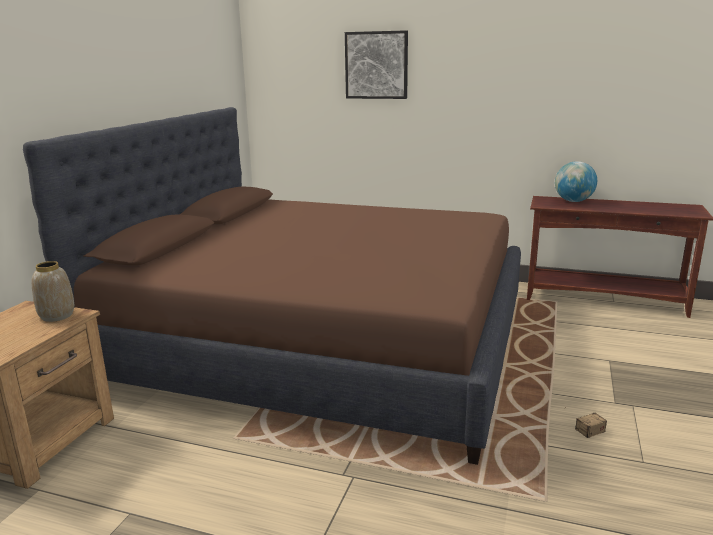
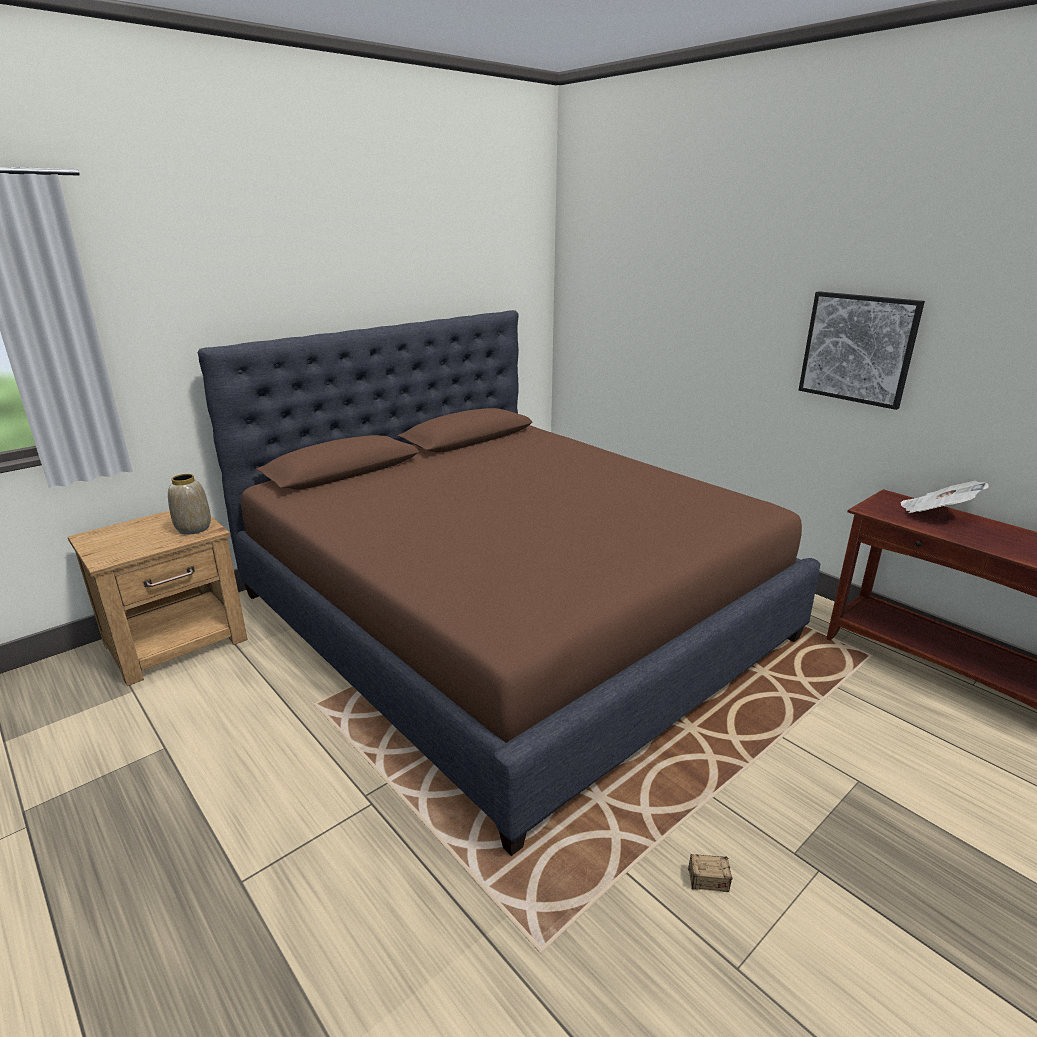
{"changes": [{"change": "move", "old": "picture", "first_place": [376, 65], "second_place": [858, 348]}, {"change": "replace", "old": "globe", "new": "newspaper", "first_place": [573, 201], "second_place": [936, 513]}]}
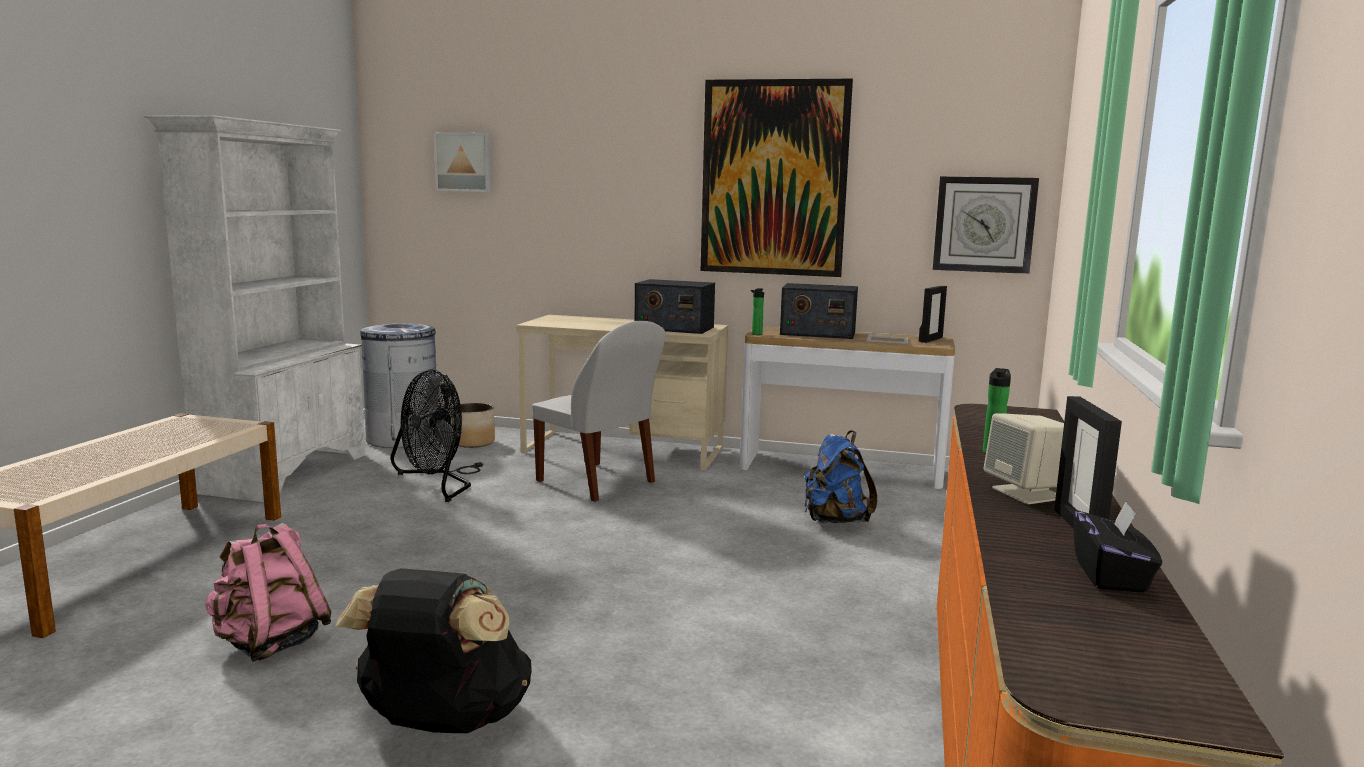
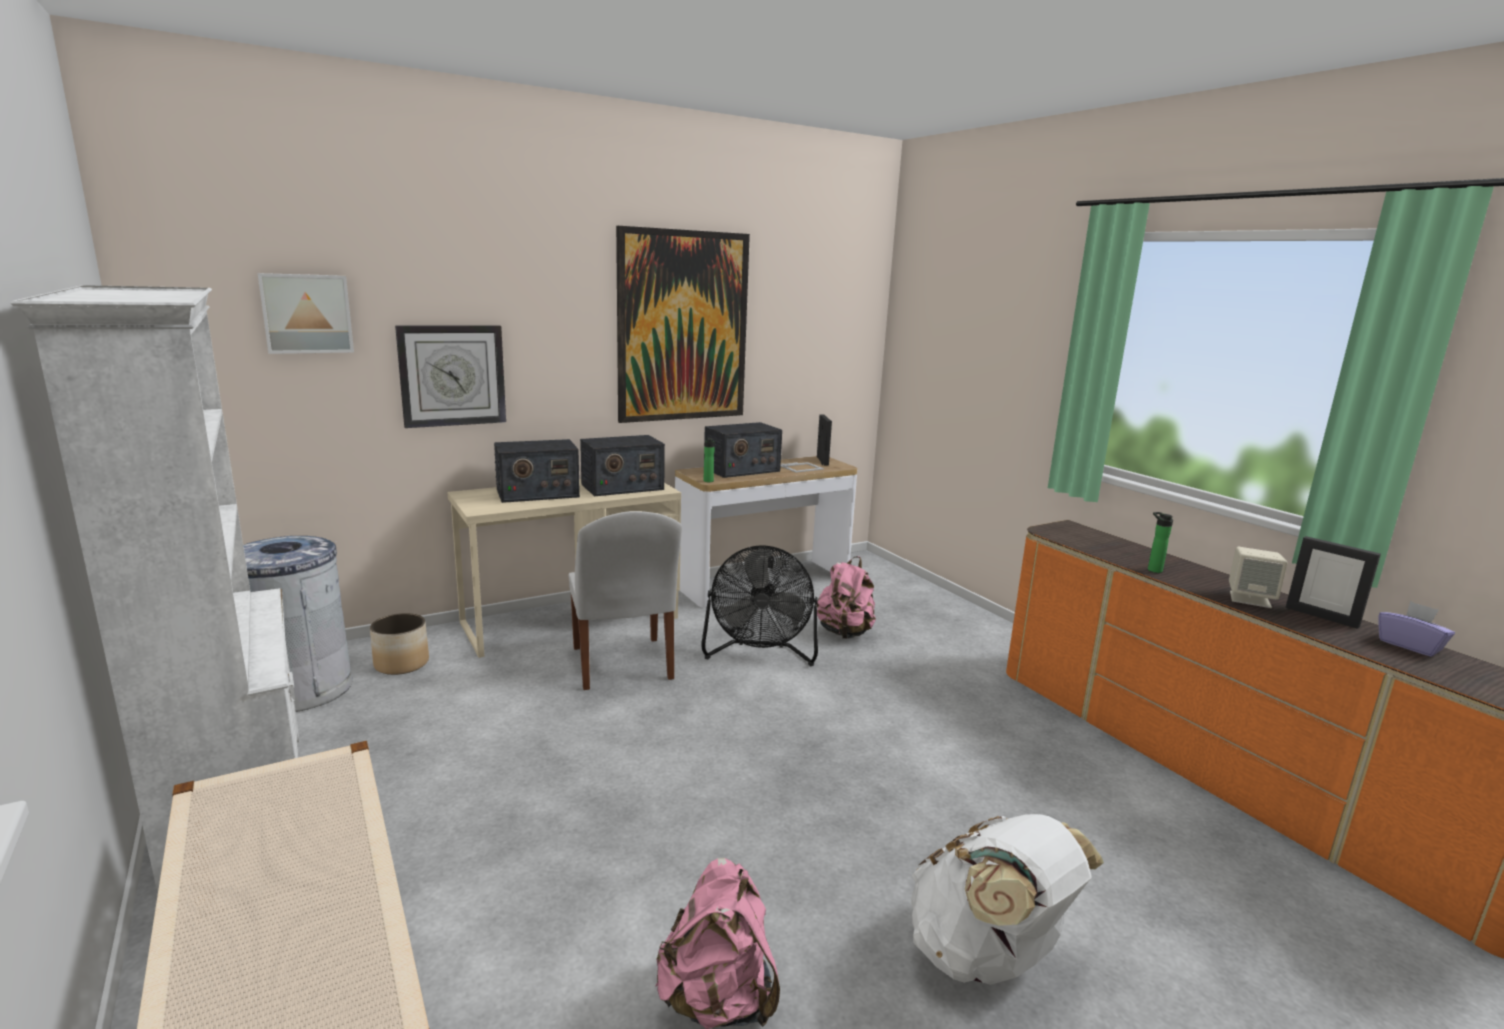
{"changes": [{"change": "move", "old": "wall clock", "first_place": [984, 224], "second_place": [452, 375]}, {"change": "rotate", "old": "chair (white)", "first_place": [598, 483], "second_place": [622, 665], "degrees": 75}, {"change": "move", "old": "fan (black)", "first_place": [441, 482], "second_place": [756, 651]}, {"change": "recolor", "old": "backpack (blue)", "new": "backpack (pink)", "first_place": [834, 521], "second_place": [845, 633]}, {"change": "recolor", "old": "tissue box (black)", "new": "tissue box (purple)", "first_place": [1111, 576], "second_place": [1409, 645]}, {"change": "recolor", "old": "backpack (black)", "new": "backpack (white)", "first_place": [442, 723], "second_place": [986, 956]}, {"change": "insert", "new": "radio", "second_place": [537, 493]}]}
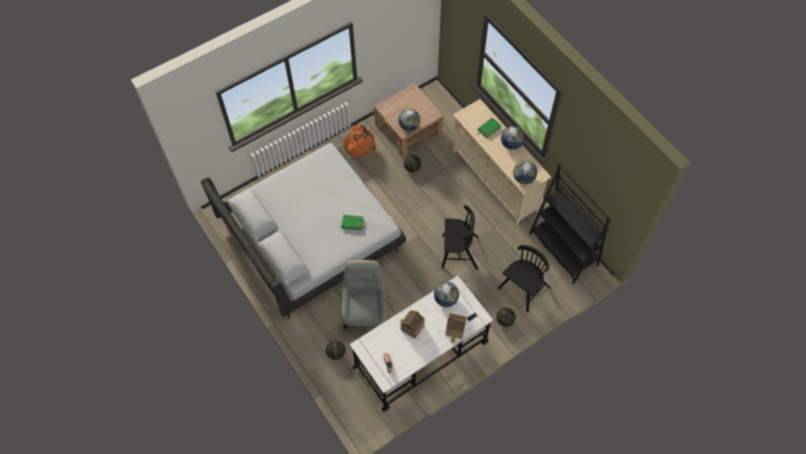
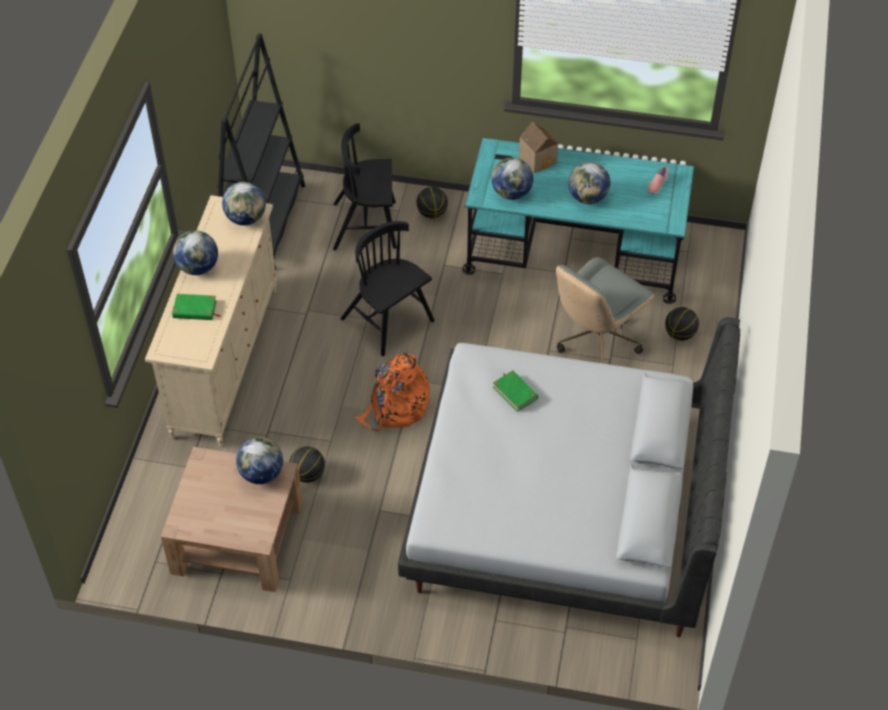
{"changes": [{"change": "move", "old": "backpack (orange)", "first_place": [359, 144], "second_place": [395, 407]}, {"change": "recolor", "old": "desk (white)", "new": "desk (turquoise)", "first_place": [421, 354], "second_place": [573, 255]}, {"change": "replace", "old": "toy house", "new": "globe", "first_place": [411, 327], "second_place": [588, 198]}]}
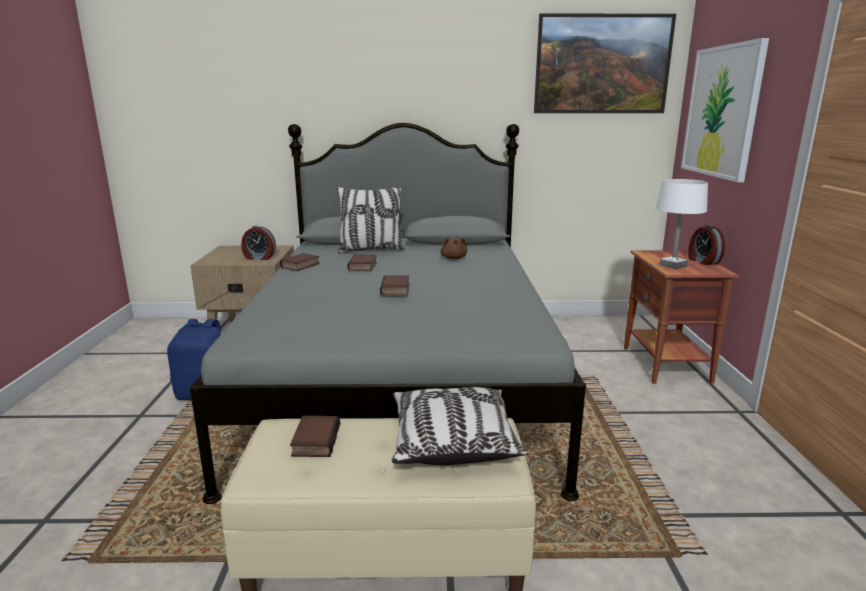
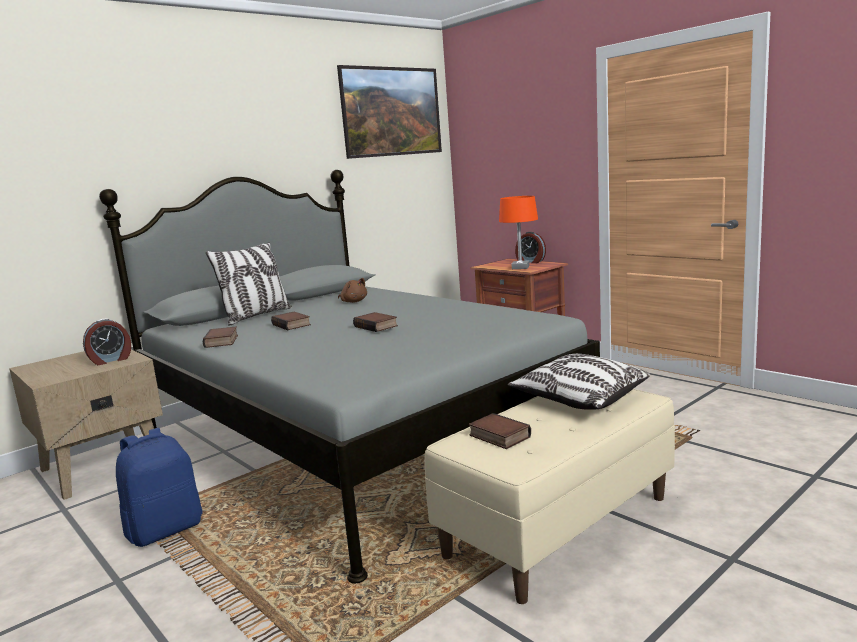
{"changes": [{"change": "delete", "old": "picture", "first_place": [722, 112]}, {"change": "recolor", "old": "table lamp (white)", "new": "table lamp (orange)", "first_place": [673, 265], "second_place": [520, 267]}]}
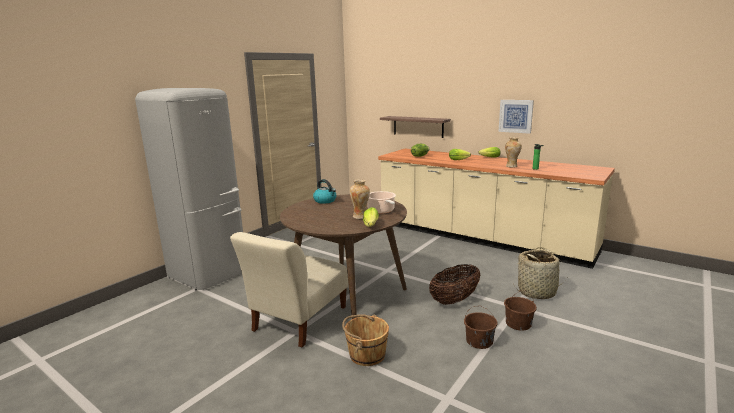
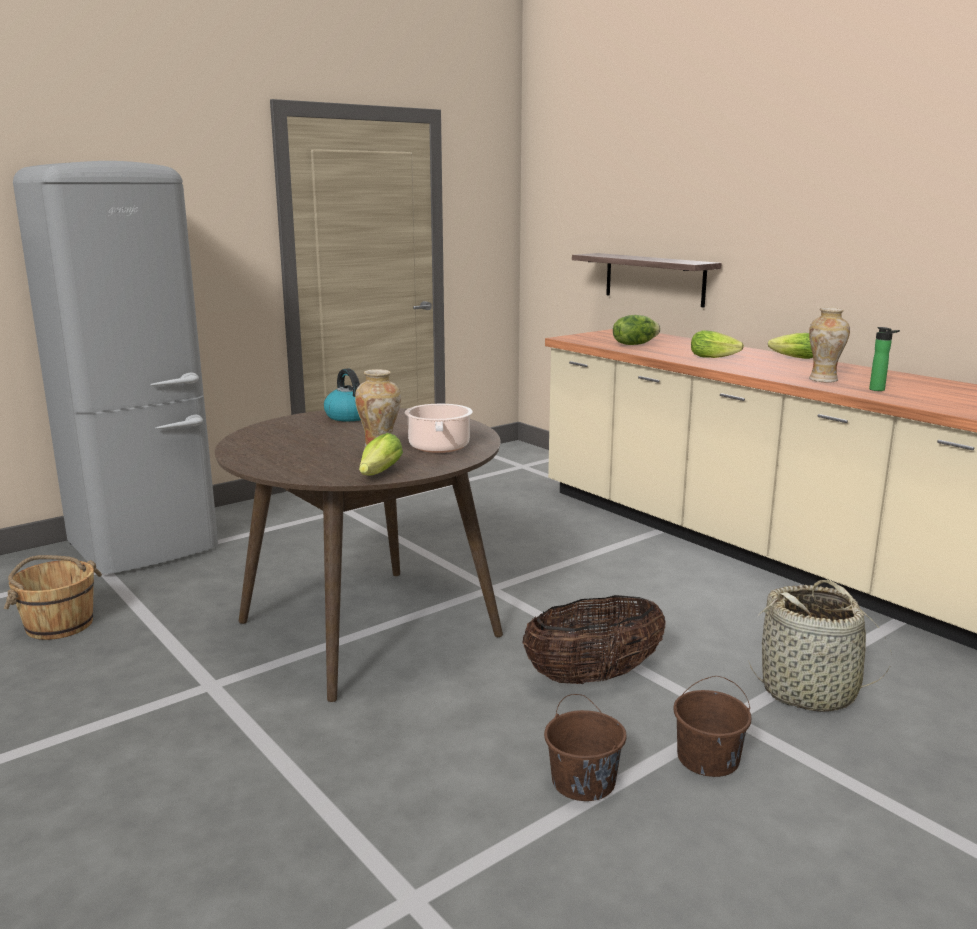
{"changes": [{"change": "delete", "old": "picture", "first_place": [515, 116]}, {"change": "delete", "old": "chair (beige)", "first_place": [298, 321]}, {"change": "move", "old": "bucket (brown)", "first_place": [366, 354], "second_place": [59, 624]}]}
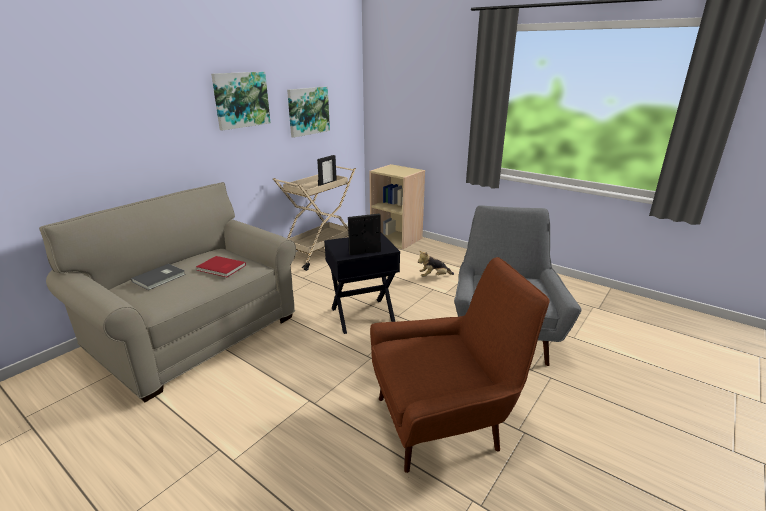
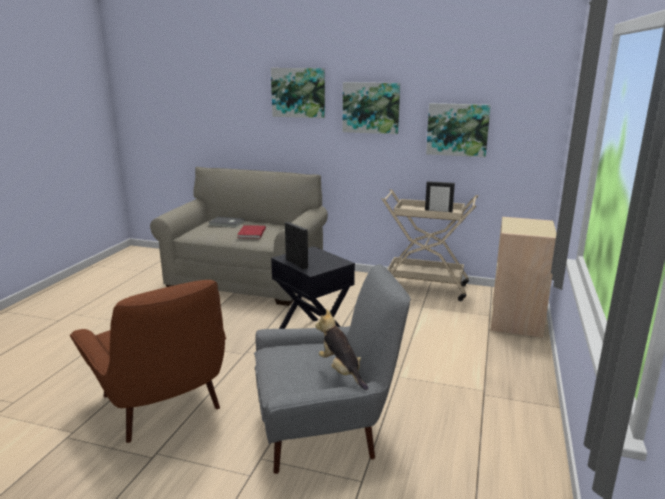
{"changes": [{"change": "move", "old": "plush toy", "first_place": [434, 277], "second_place": [341, 371]}, {"change": "insert", "new": "picture", "second_place": [298, 92]}]}
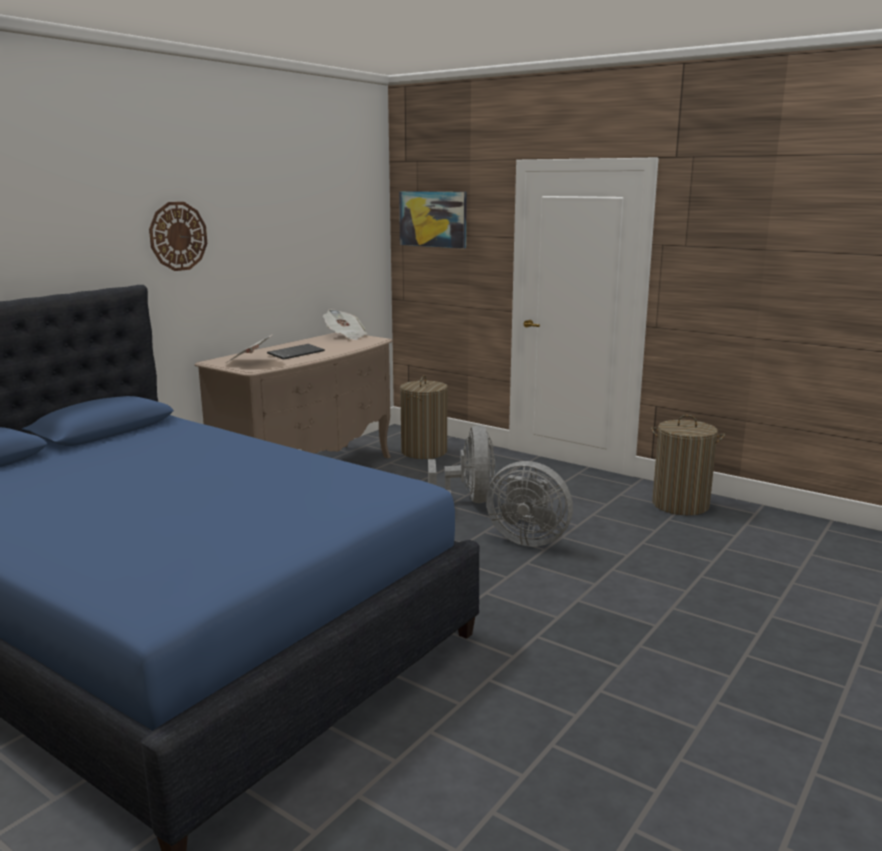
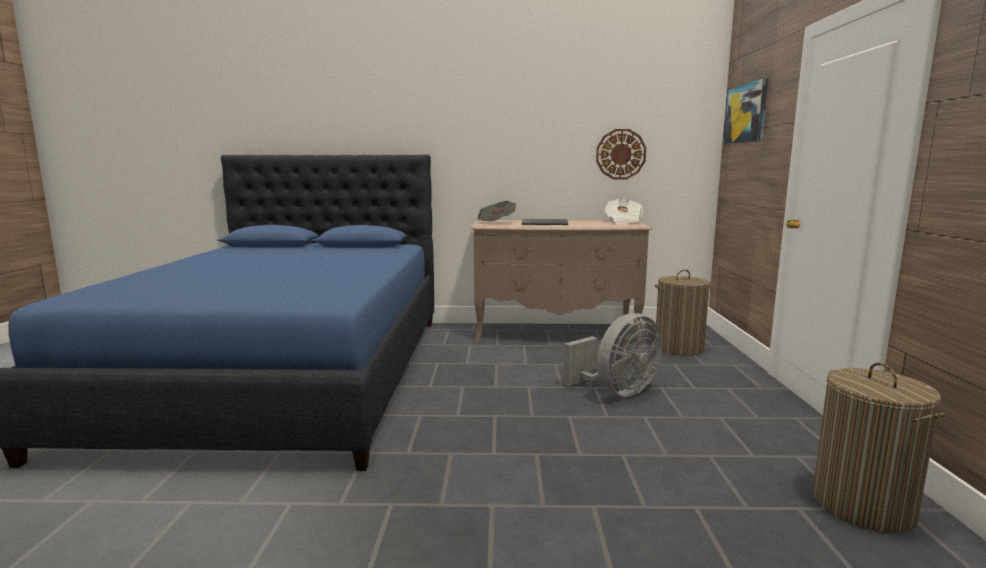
{"changes": [{"change": "move", "old": "wall clock", "first_place": [178, 236], "second_place": [620, 154]}, {"change": "delete", "old": "fan (grey)", "first_place": [527, 539]}]}
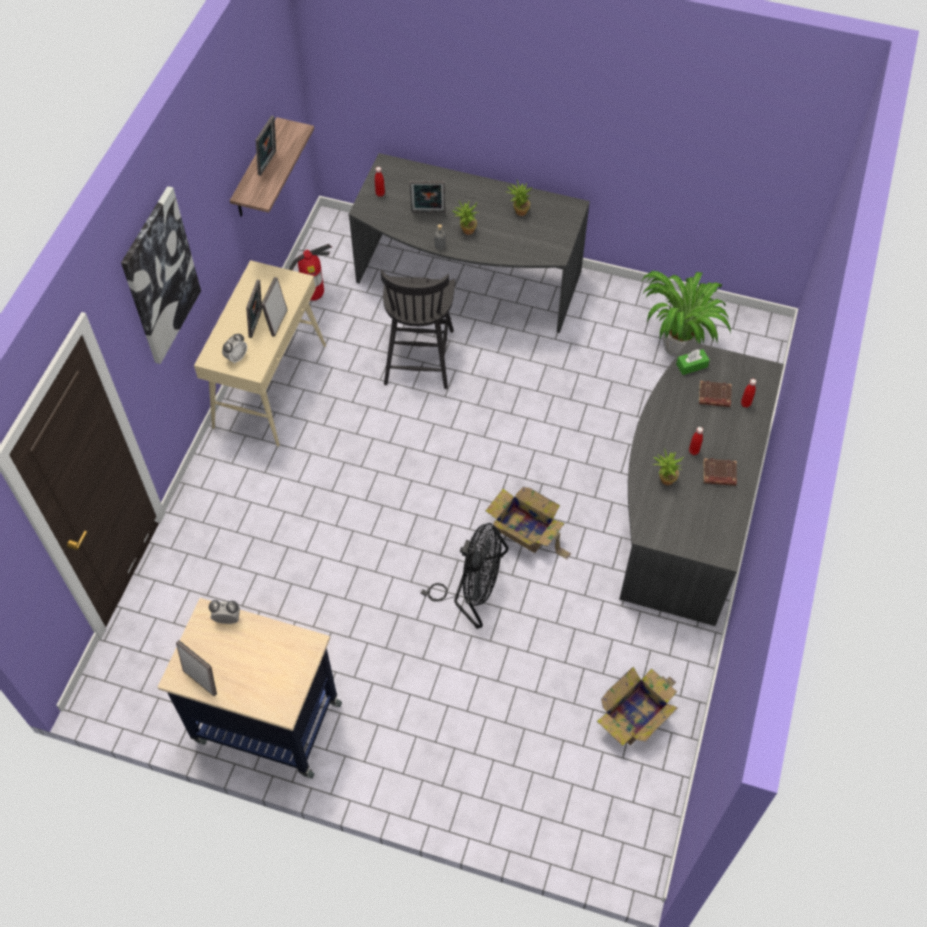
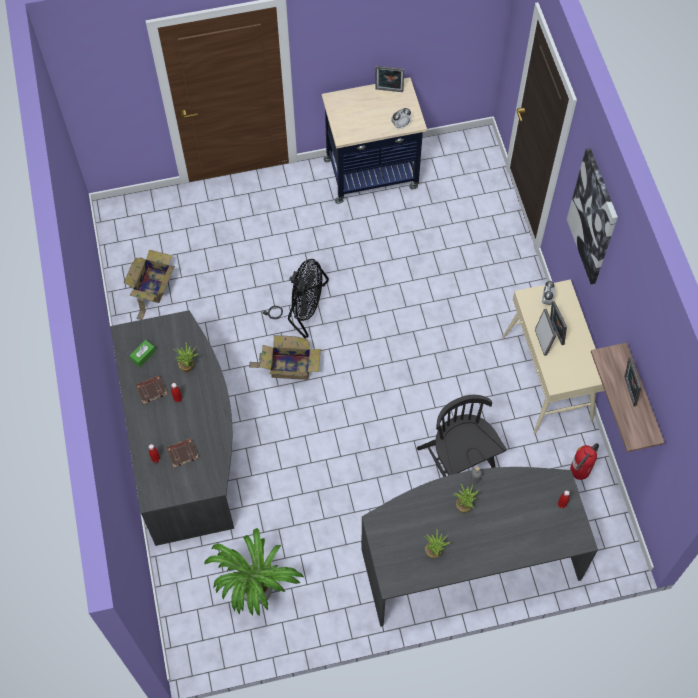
{"changes": [{"change": "delete", "old": "picture frame", "first_place": [428, 213]}, {"change": "move", "old": "tissue box (green)", "first_place": [691, 365], "second_place": [143, 355]}, {"change": "rotate", "old": "fan (black)", "first_place": [472, 589], "second_place": [301, 309], "degrees": -150}]}
